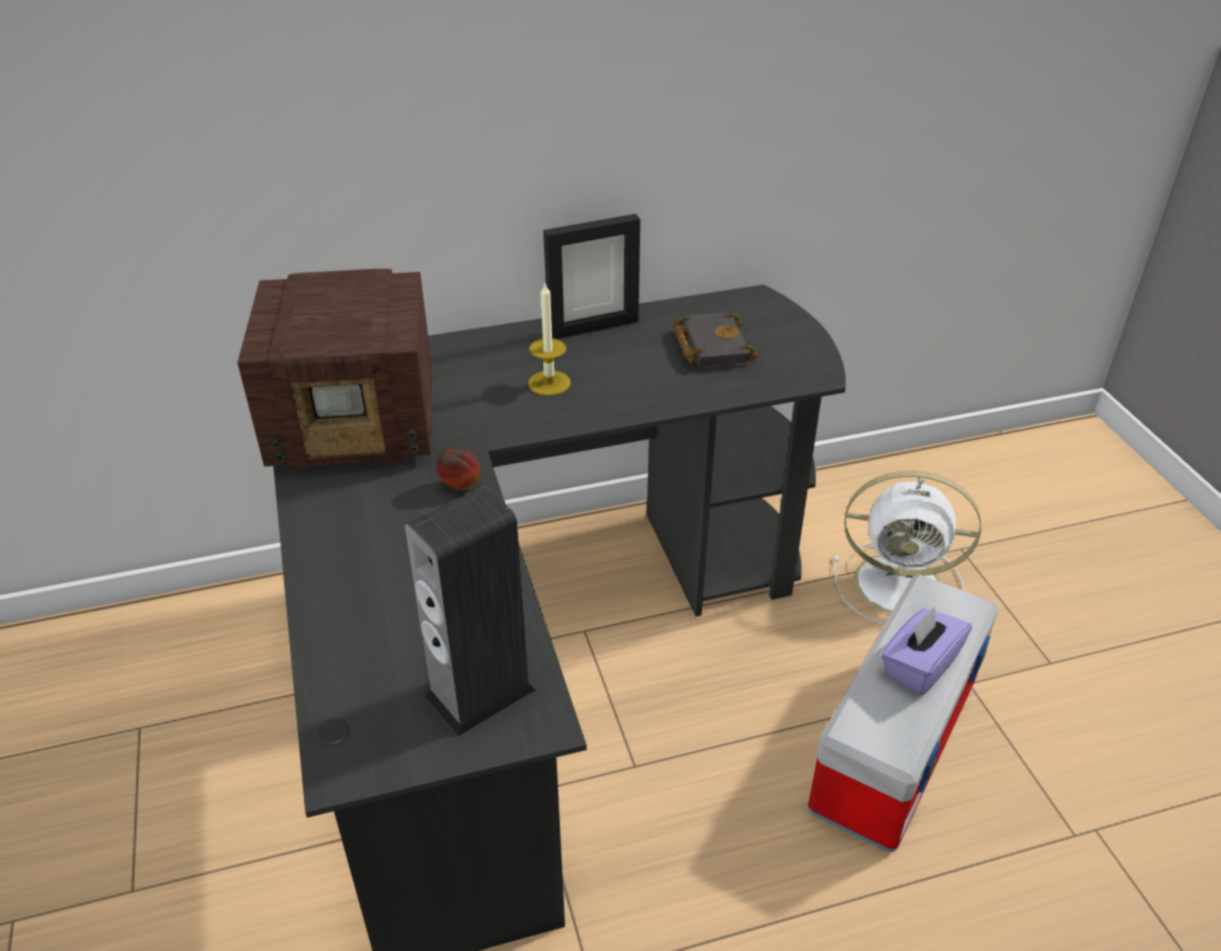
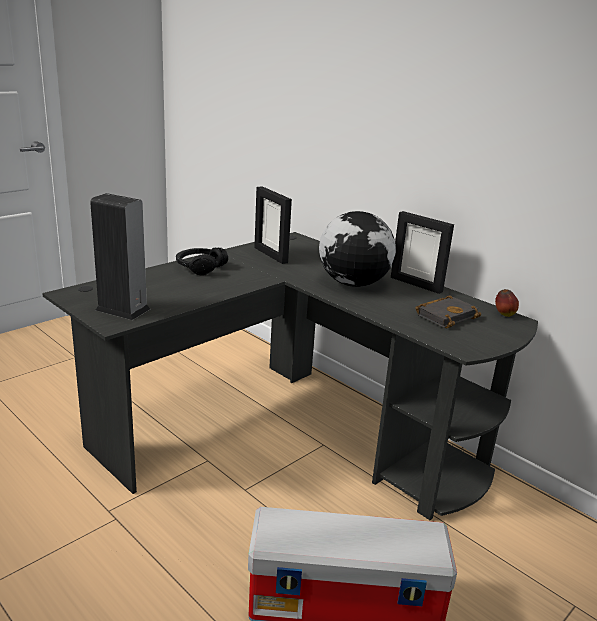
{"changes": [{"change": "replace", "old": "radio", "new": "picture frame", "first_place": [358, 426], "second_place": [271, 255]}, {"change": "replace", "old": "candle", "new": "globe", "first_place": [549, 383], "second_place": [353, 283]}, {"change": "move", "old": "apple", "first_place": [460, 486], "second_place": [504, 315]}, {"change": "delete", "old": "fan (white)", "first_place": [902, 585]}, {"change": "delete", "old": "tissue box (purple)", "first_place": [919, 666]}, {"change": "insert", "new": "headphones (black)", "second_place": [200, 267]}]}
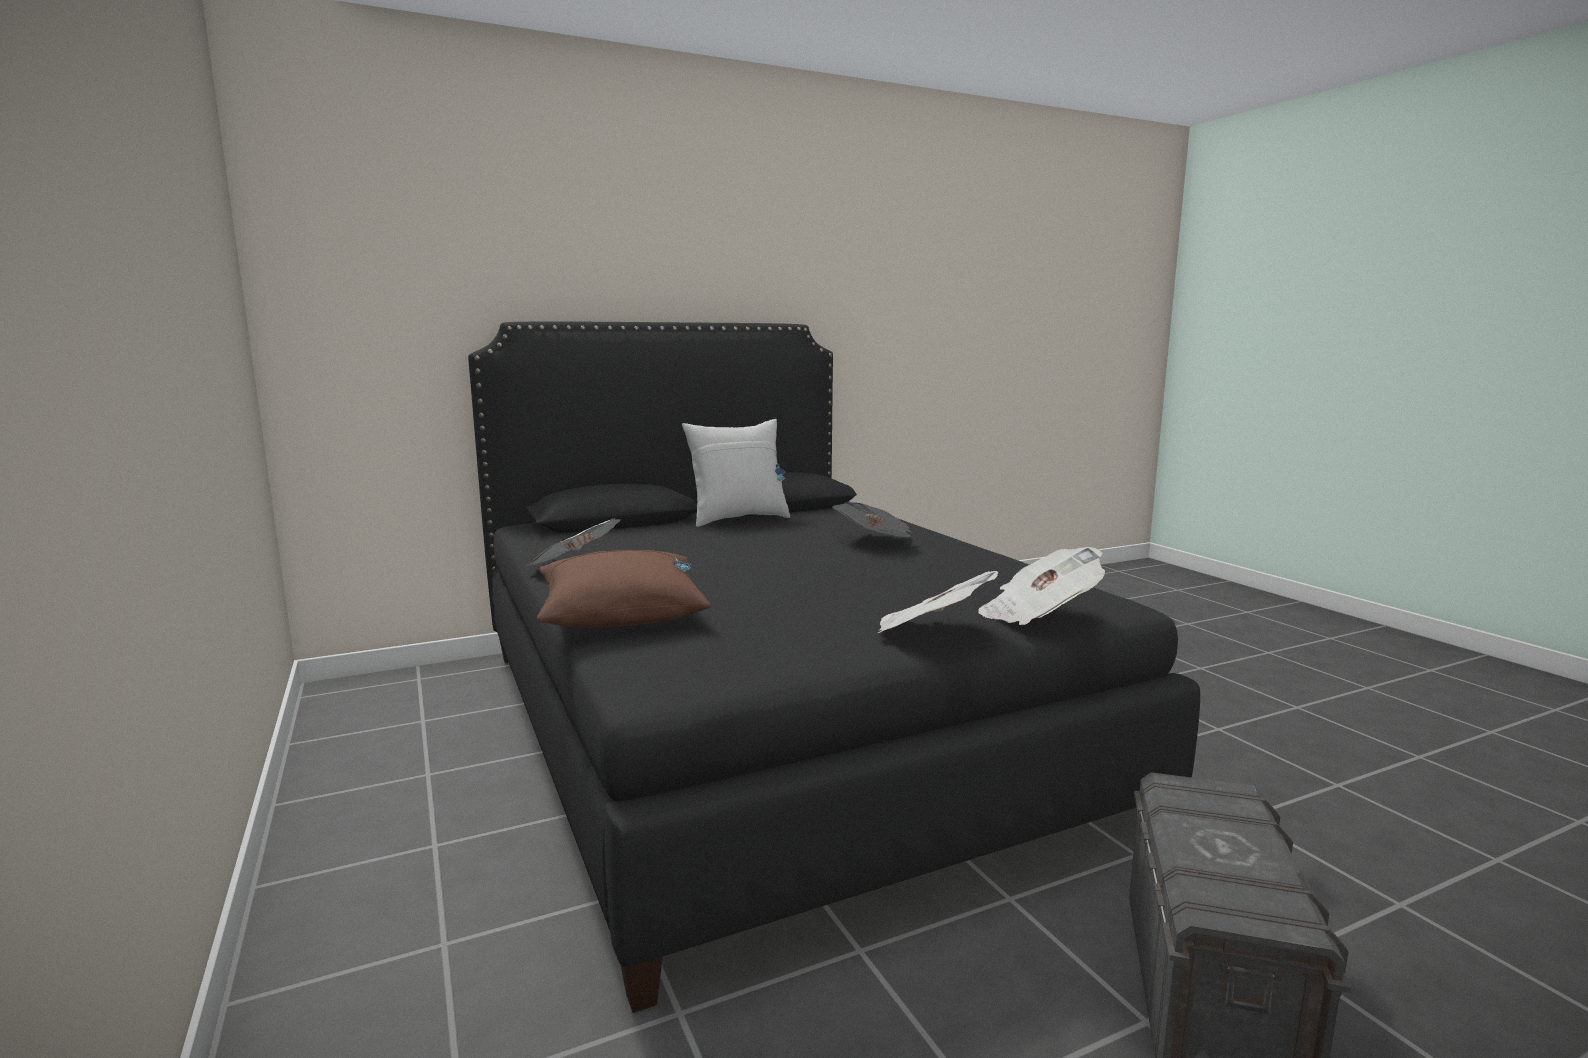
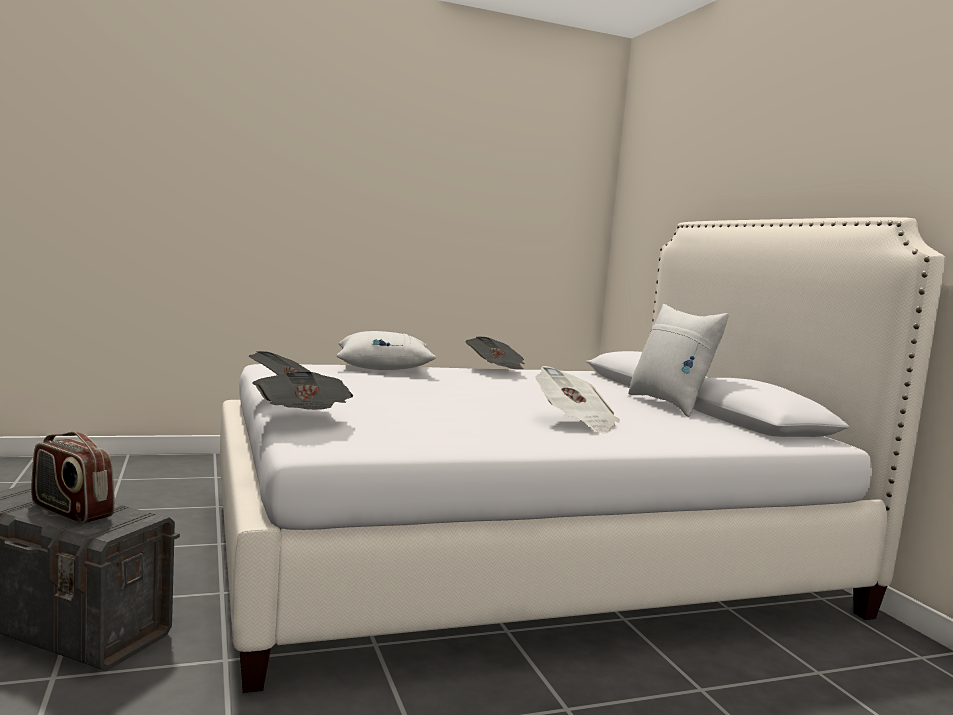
{"changes": [{"change": "recolor", "old": "bed (black)", "new": "bed (white)", "first_place": [764, 726], "second_place": [516, 551]}, {"change": "recolor", "old": "pillow (brown)", "new": "pillow (grey)", "first_place": [621, 616], "second_place": [383, 368]}, {"change": "insert", "new": "radio", "second_place": [71, 511]}]}
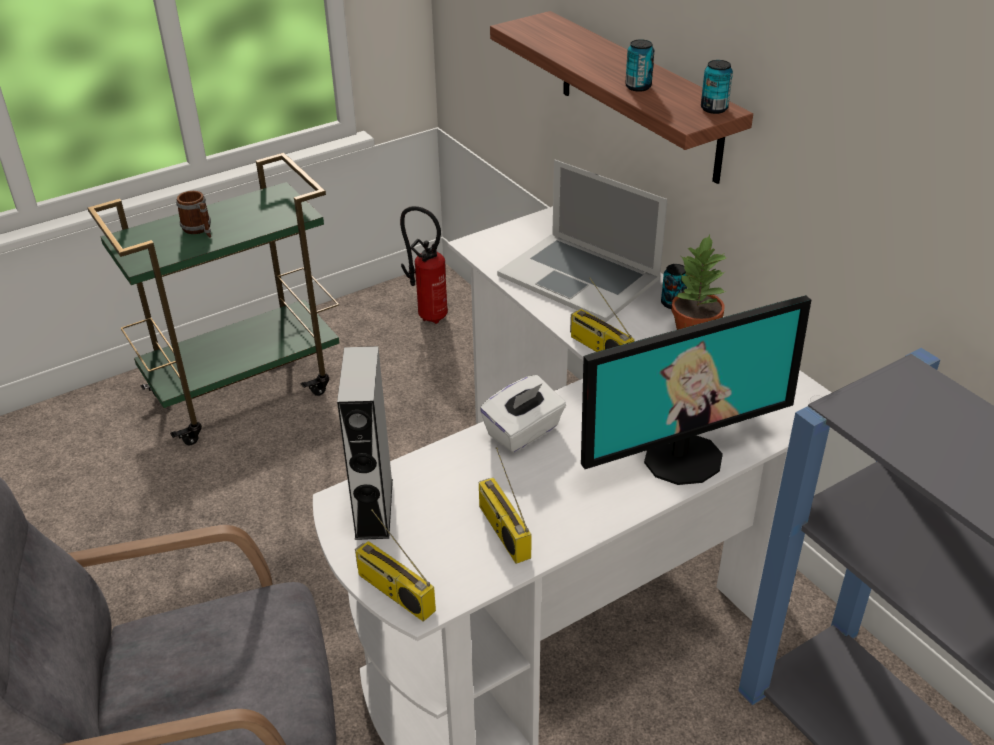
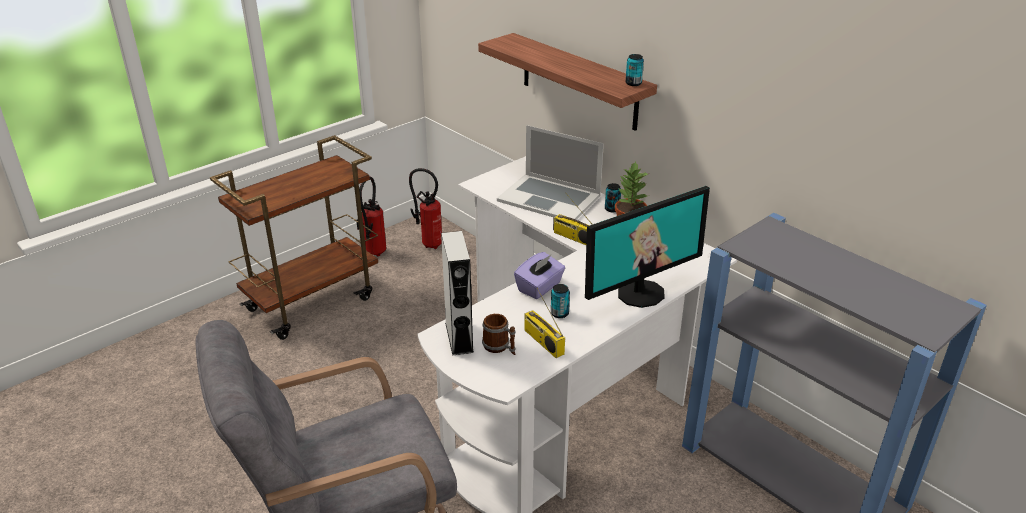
{"changes": [{"change": "move", "old": "can", "first_place": [638, 87], "second_place": [559, 313]}, {"change": "recolor", "old": "cart (green)", "new": "cart (brown)", "first_place": [247, 391], "second_place": [314, 302]}, {"change": "move", "old": "mug", "first_place": [199, 230], "second_place": [500, 347]}, {"change": "recolor", "old": "tissue box (white)", "new": "tissue box (purple)", "first_place": [523, 432], "second_place": [539, 287]}, {"change": "delete", "old": "radio", "first_place": [393, 592]}, {"change": "insert", "new": "fire extinguisher", "second_place": [373, 254]}]}
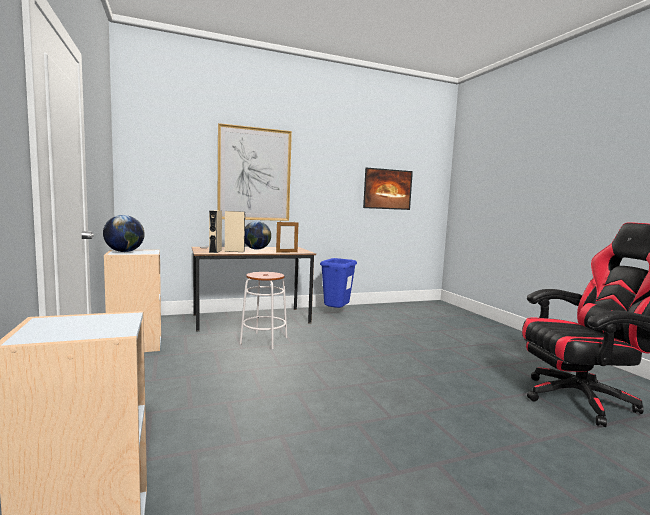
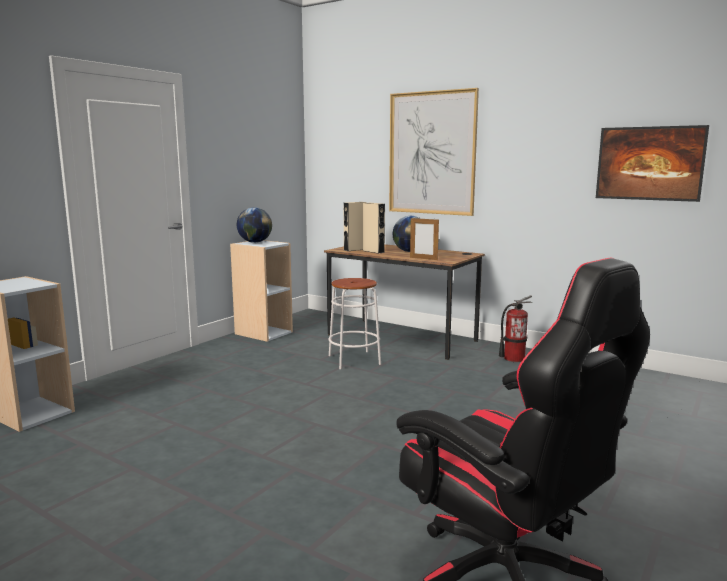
{"changes": [{"change": "replace", "old": "trash can (blue)", "new": "fire extinguisher", "first_place": [336, 313], "second_place": [513, 359]}]}
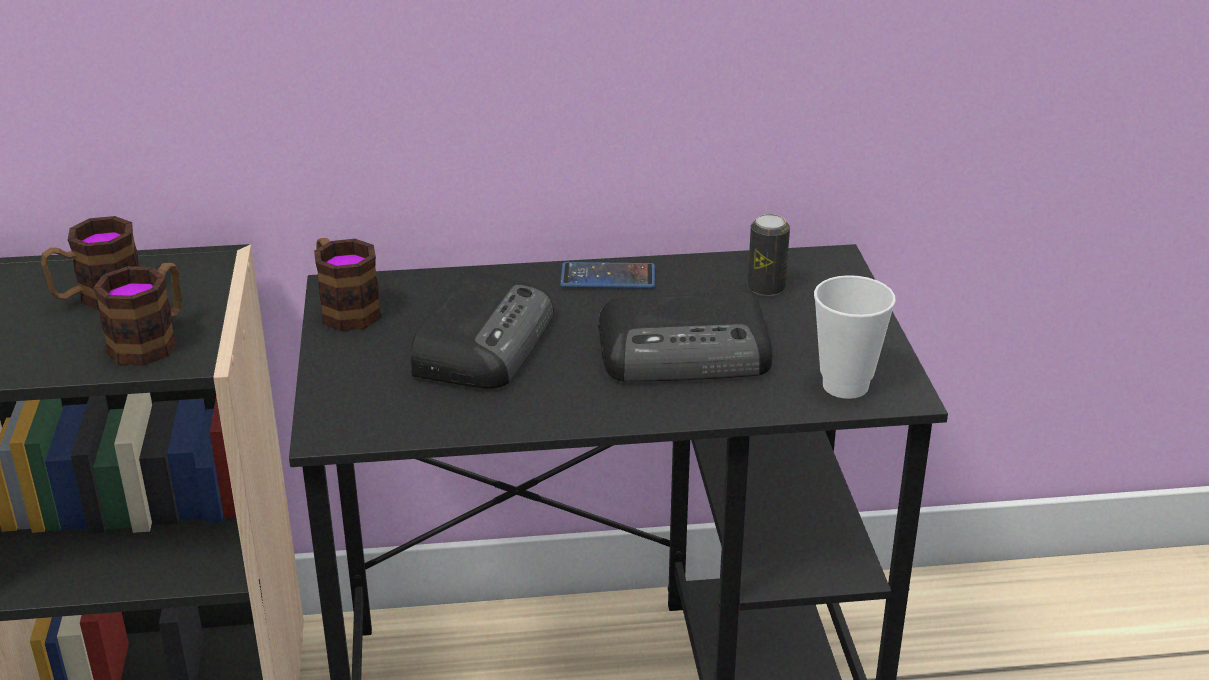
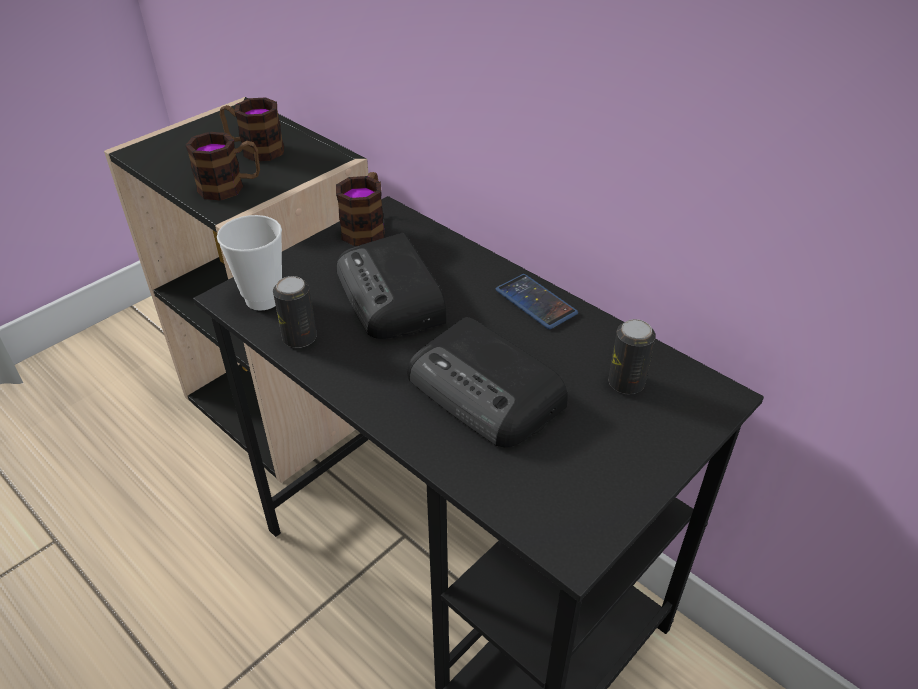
{"changes": [{"change": "rotate", "old": "radio", "first_place": [484, 342], "second_place": [392, 296], "degrees": 90}, {"change": "move", "old": "cup", "first_place": [845, 385], "second_place": [263, 299]}, {"change": "insert", "new": "can", "second_place": [299, 338]}]}
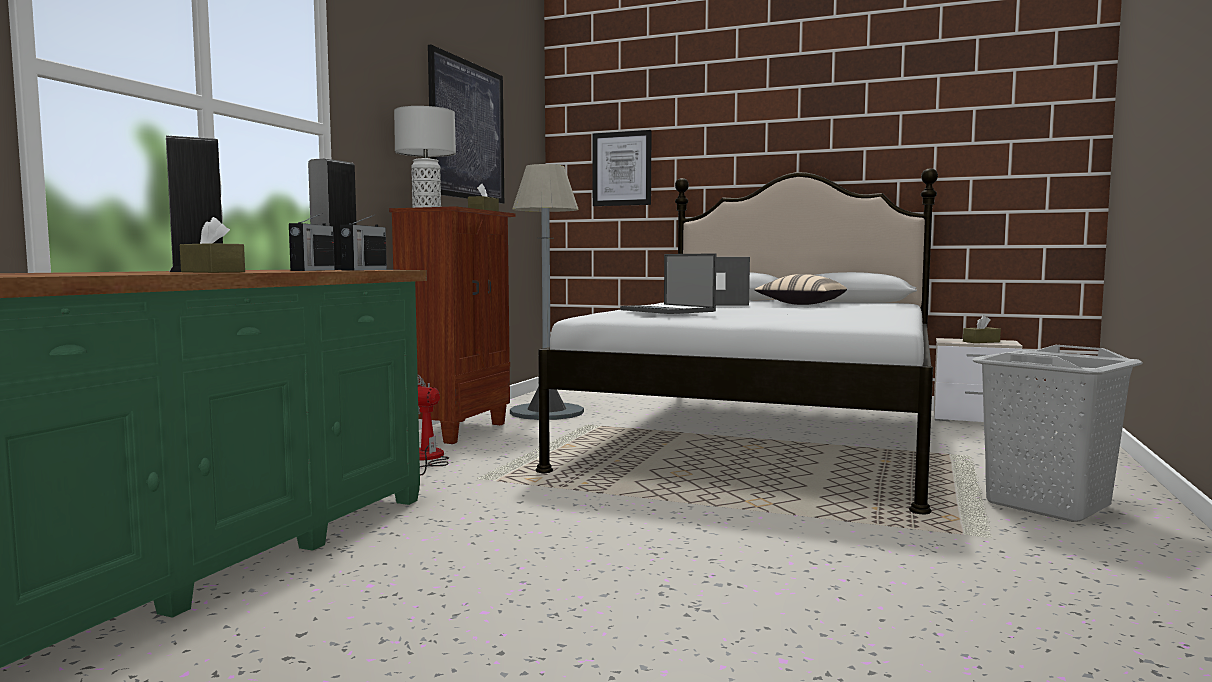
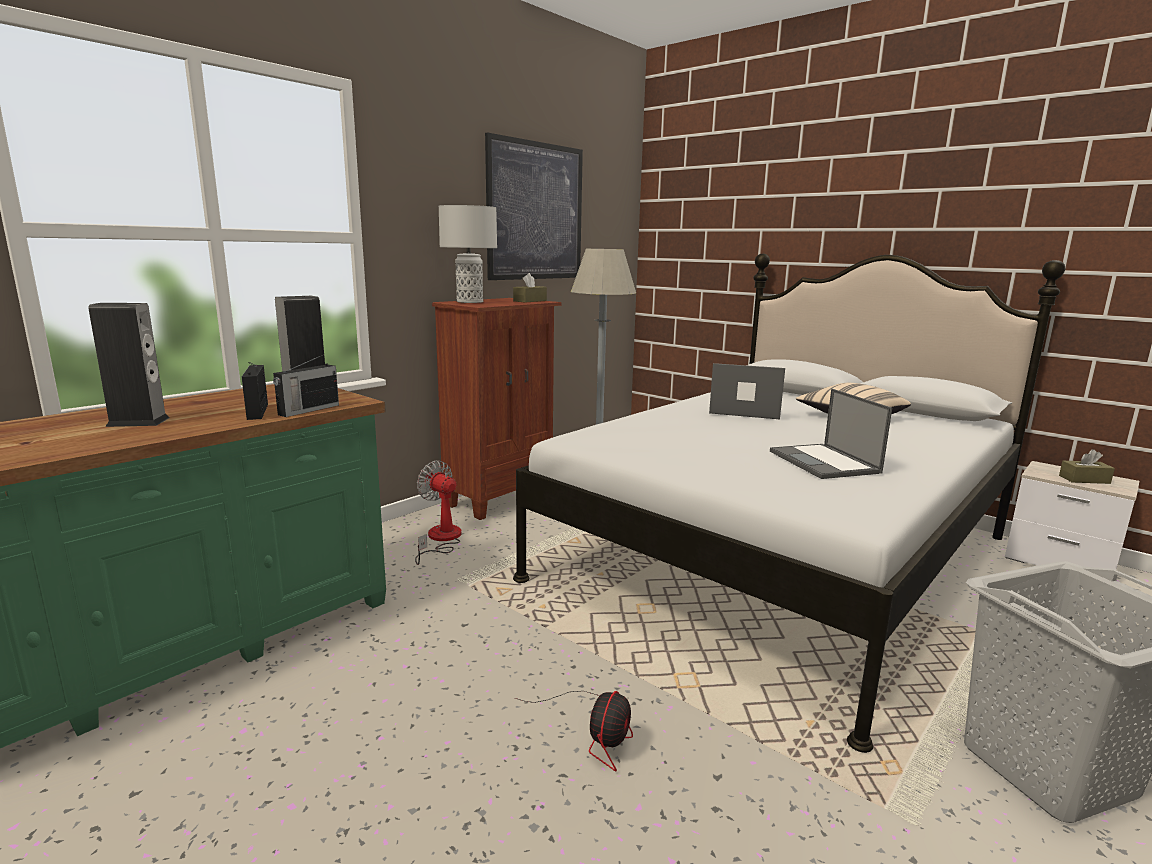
{"changes": [{"change": "delete", "old": "picture", "first_place": [622, 169]}, {"change": "rotate", "old": "radio", "first_place": [312, 270], "second_place": [258, 411], "degrees": 135}, {"change": "delete", "old": "tissue box (brown)", "first_place": [212, 272]}, {"change": "move", "old": "laptop", "first_place": [668, 310], "second_place": [824, 462]}, {"change": "insert", "new": "fan", "second_place": [596, 732]}]}
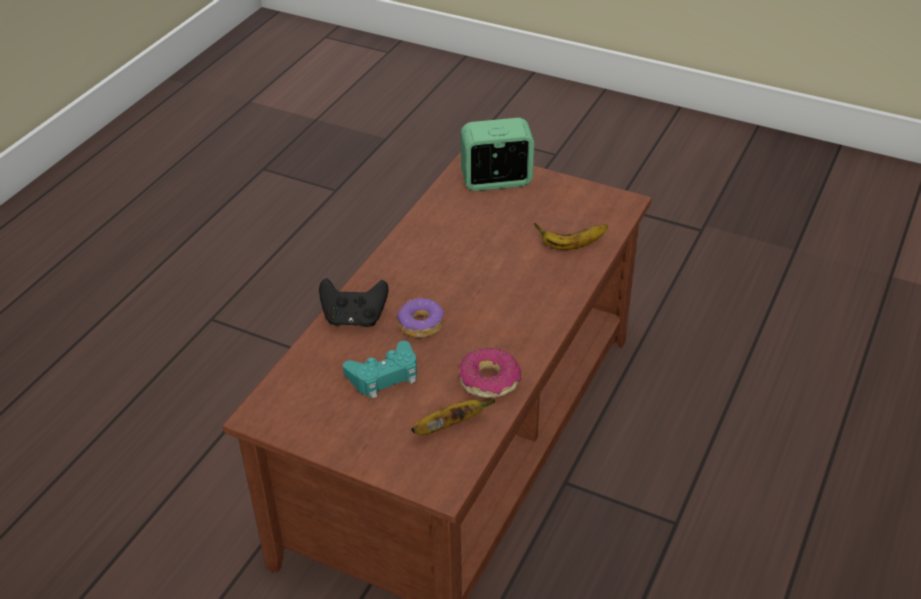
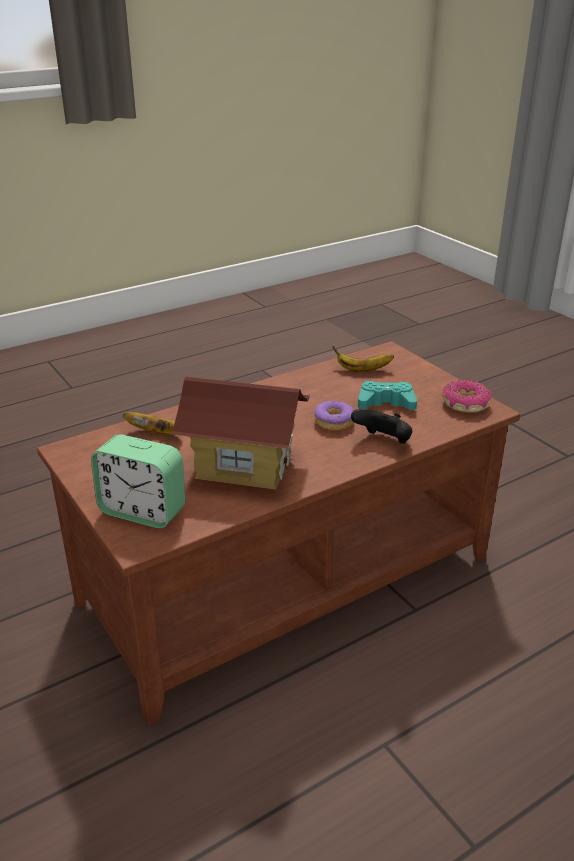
{"changes": [{"change": "move", "old": "donut", "first_place": [489, 380], "second_place": [465, 404]}, {"change": "insert", "new": "toy house", "second_place": [244, 465]}]}
